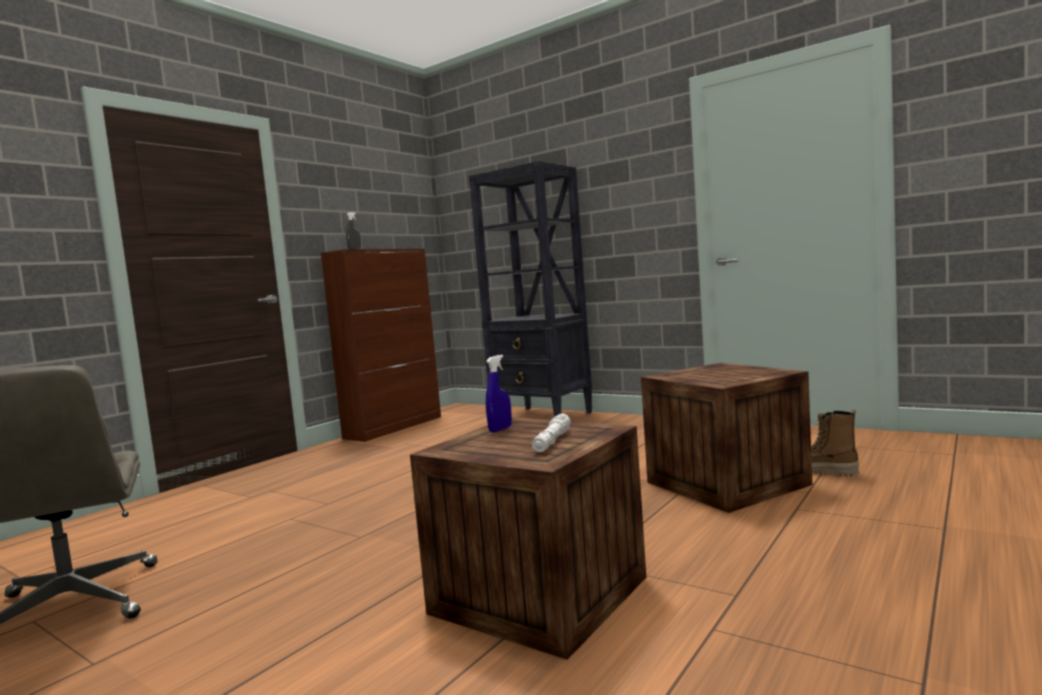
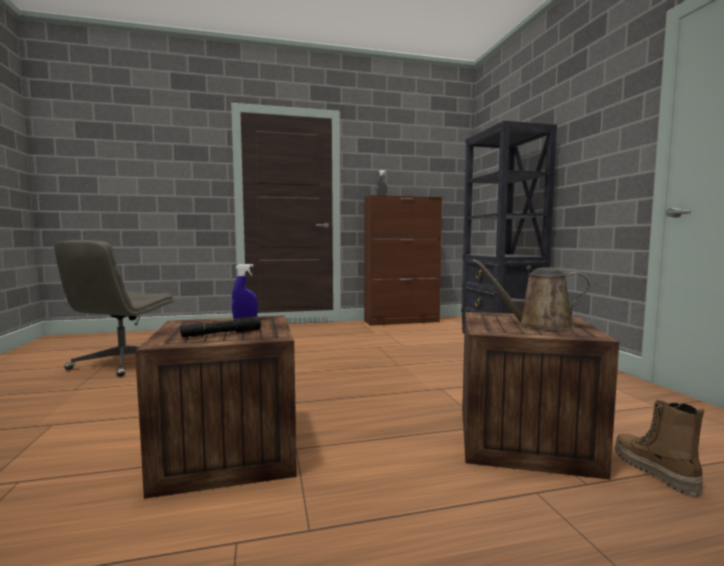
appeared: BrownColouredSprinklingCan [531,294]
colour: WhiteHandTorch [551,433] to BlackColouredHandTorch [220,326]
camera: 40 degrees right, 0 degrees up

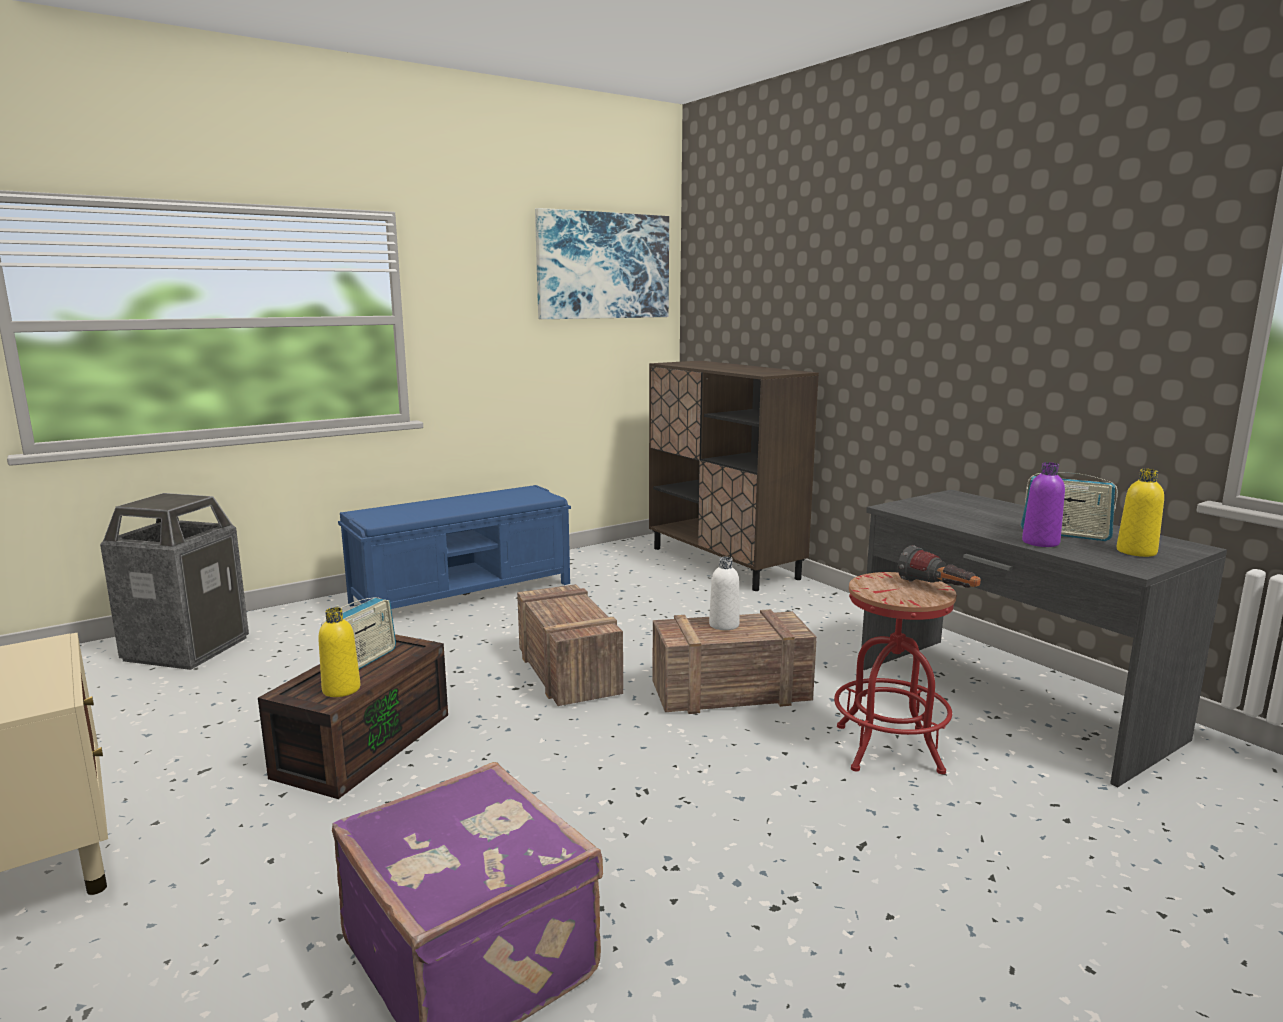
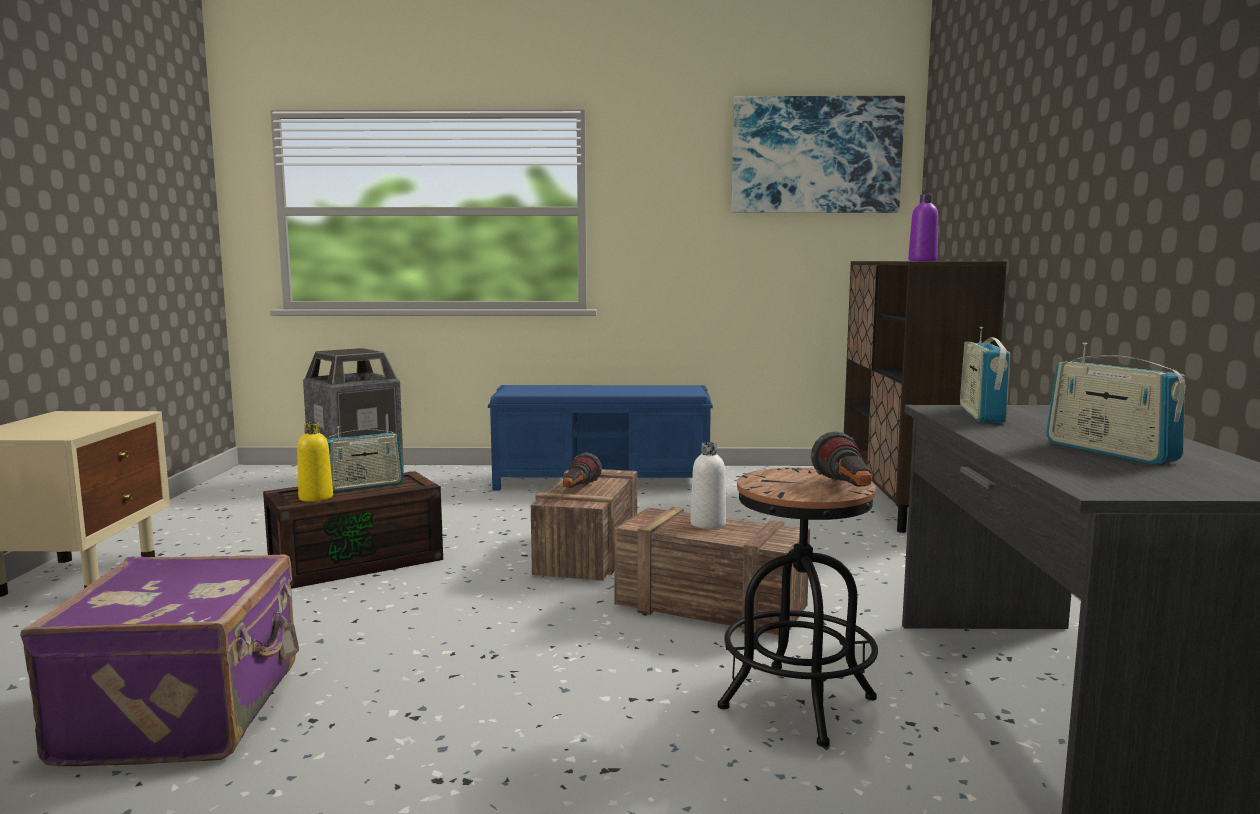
missing: YellowColouredBeverageBottle [1140,513]
appeared: HandTorch [582,470]; RadioReceiver [985,375]
relocated: PurpleBeverageBottle [1043,504] to [923,227]
colour: ReddishStoolSeat [895,673] to BlackColouredStoolSeat [798,607]
camera: 35 degrees right, 5 degrees down

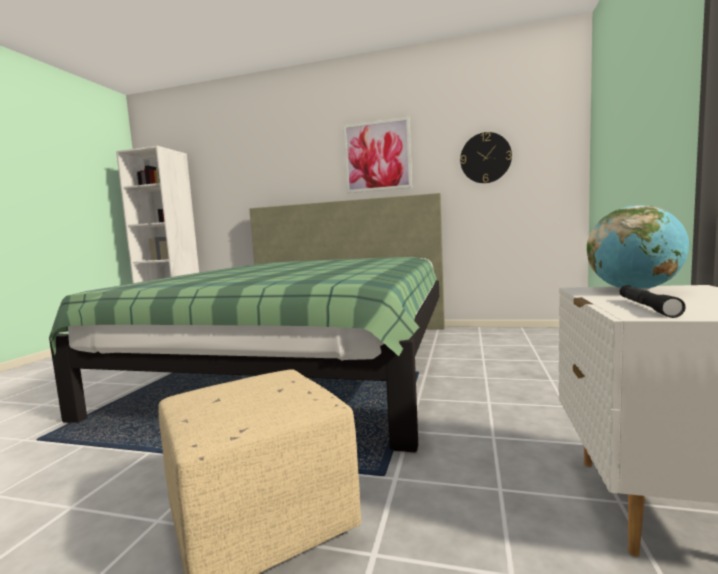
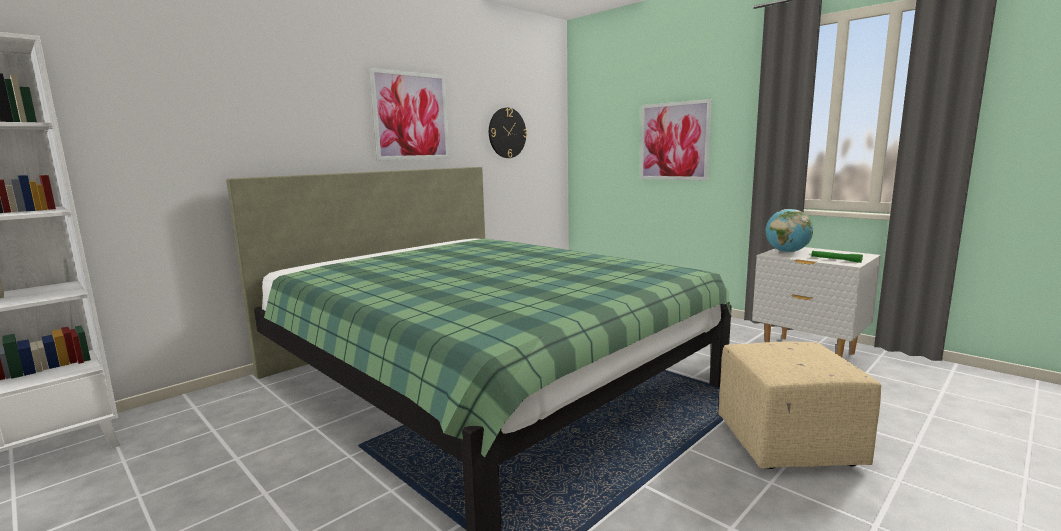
appeared: Picture [676,140]
colour: BlackColouredHandTorch [652,301] to GreenishHandTorch [837,257]
camera: 60 degrees left, 5 degrees up

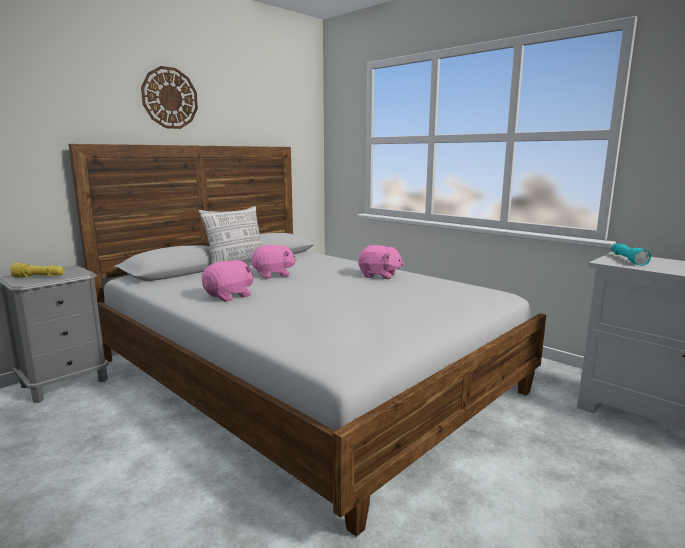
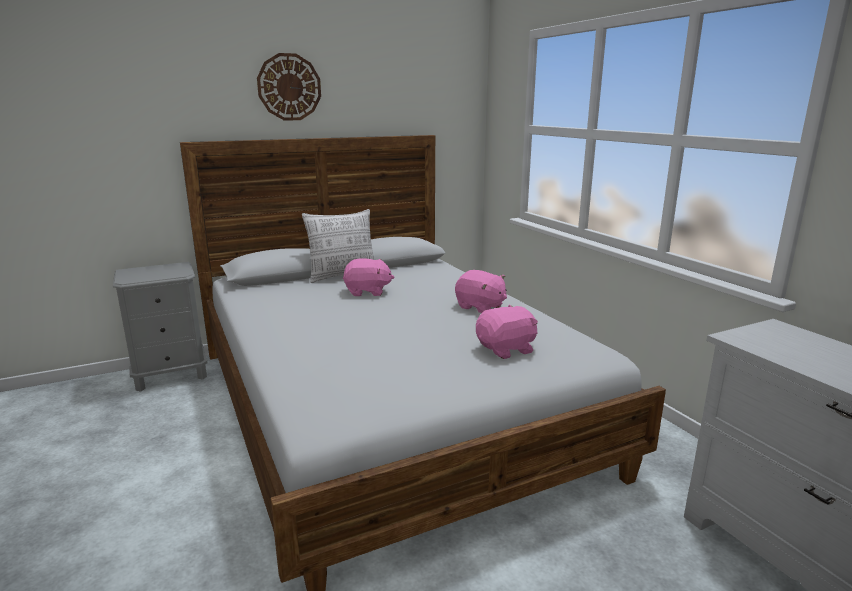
missing: YellowColouredHandTorch [37,270]; BlueGreenHandTorch [631,254]
relocated: PinkColouredPlushToy [227,281] to [507,332]
camera: 20 degrees right, 5 degrees up

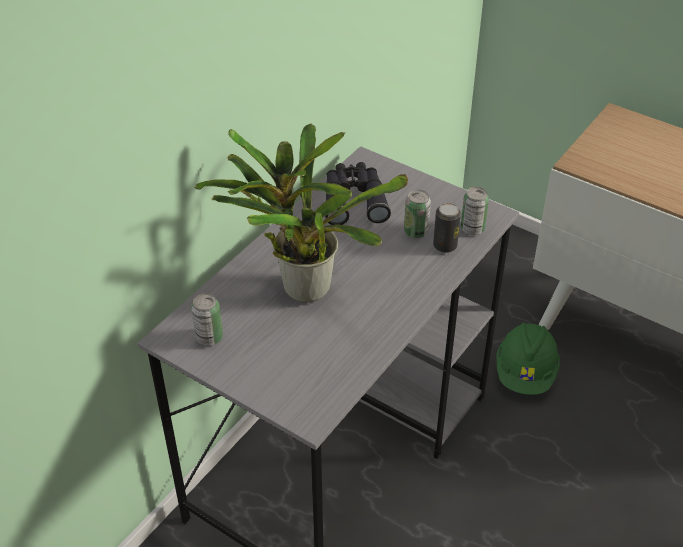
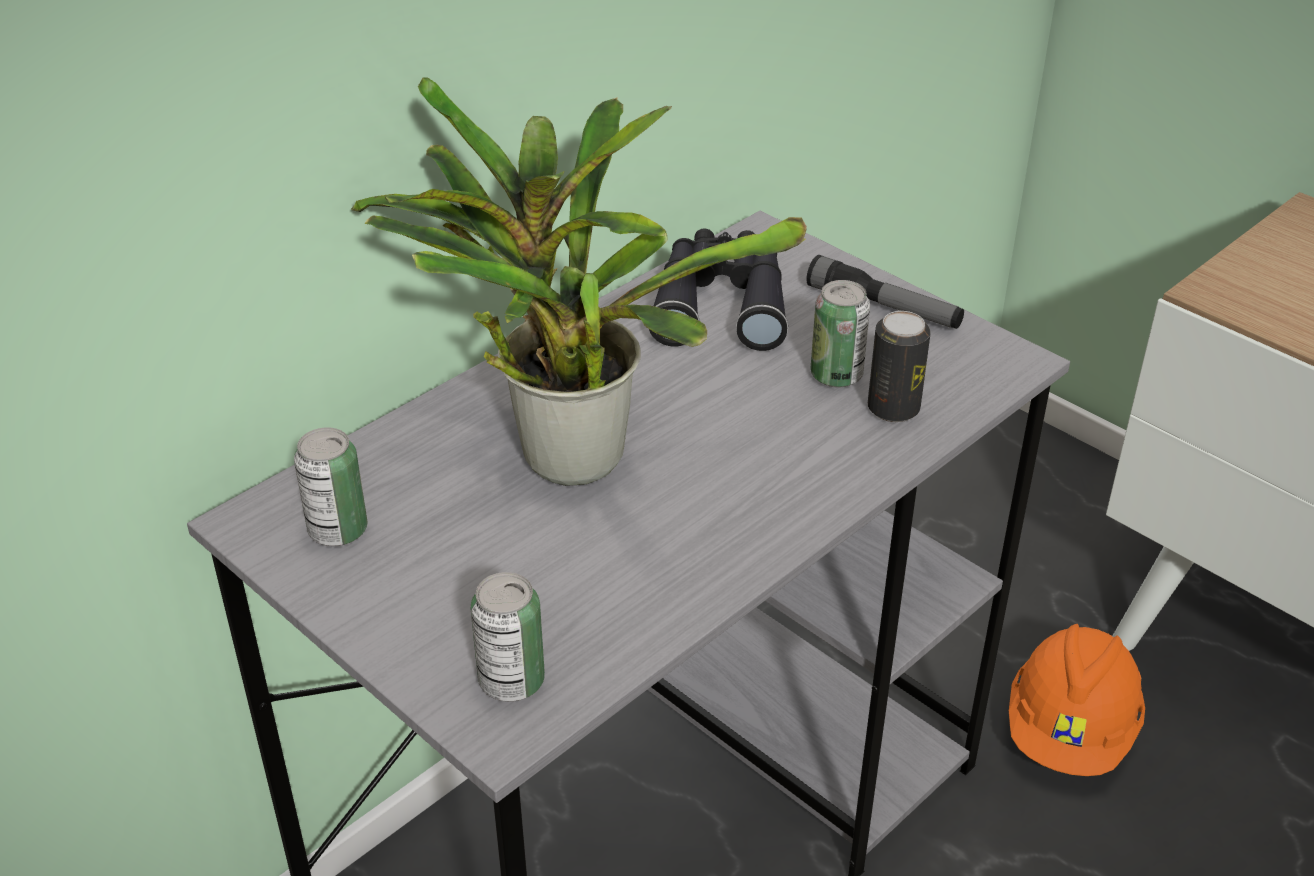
appeared: HandTorch [885,292]
relocated: SealedCan [475,211] to [508,637]
colour: GreenishHardHat [528,358] to OrangeColouredHardHat [1077,700]
camera: 10 degrees right, 5 degrees down

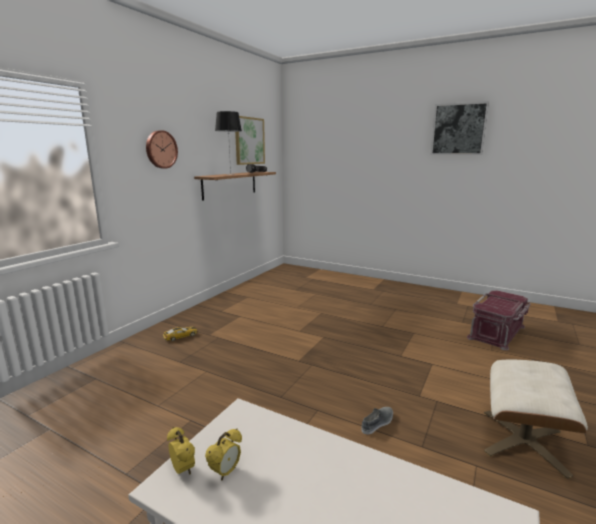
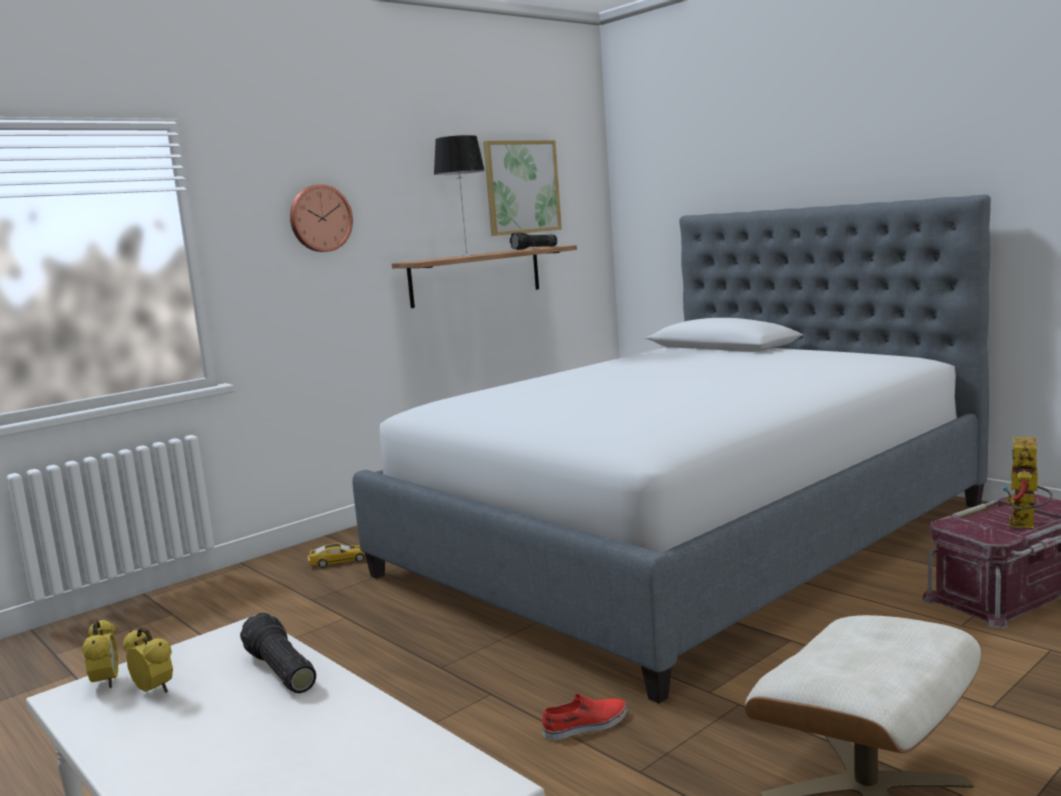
missing: Picture [459,128]
appeared: HandTorch [278,653]; Bed [671,449]; ModelRobot [1027,482]
colour: GreyItemOfFootwear [377,420] to ReddishItemOfFootwear [584,717]
spun: BedsideClock [223,454] = [148,660] 105 degrees counterclockwise
camera: 20 degrees right, 5 degrees down

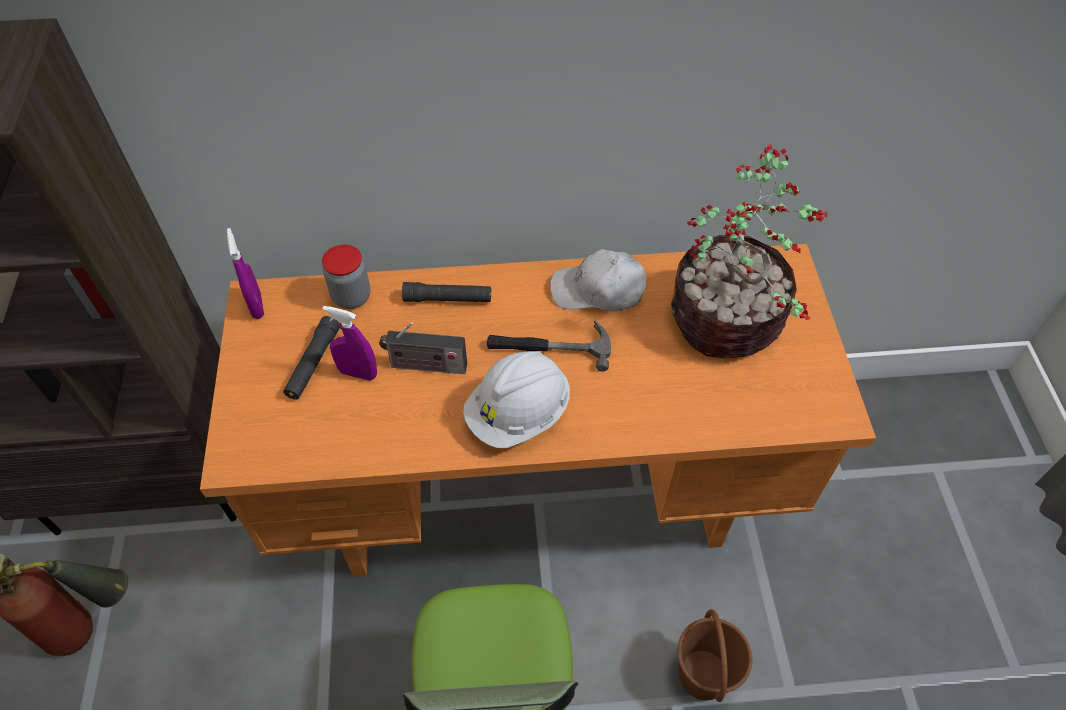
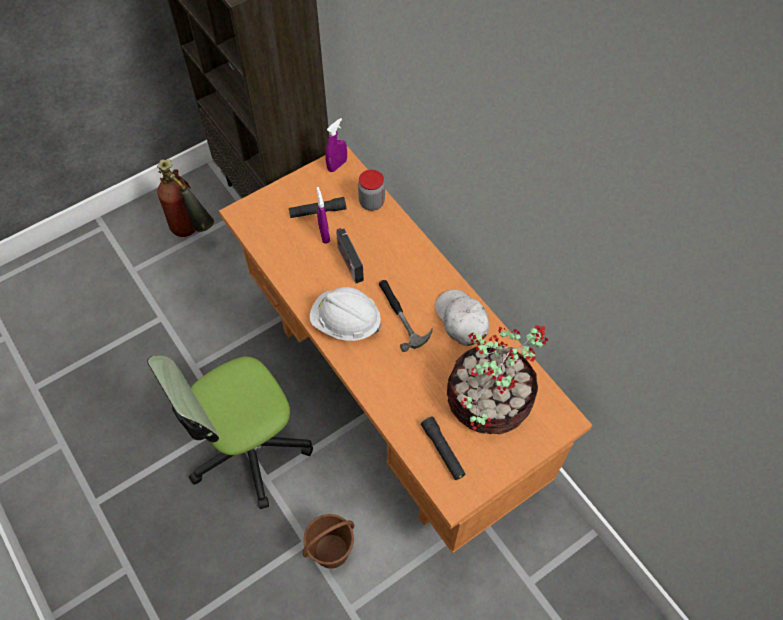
relocated: BlackColouredHandTorch [446,292] to [443,448]
camera: 60 degrees right, 5 degrees up

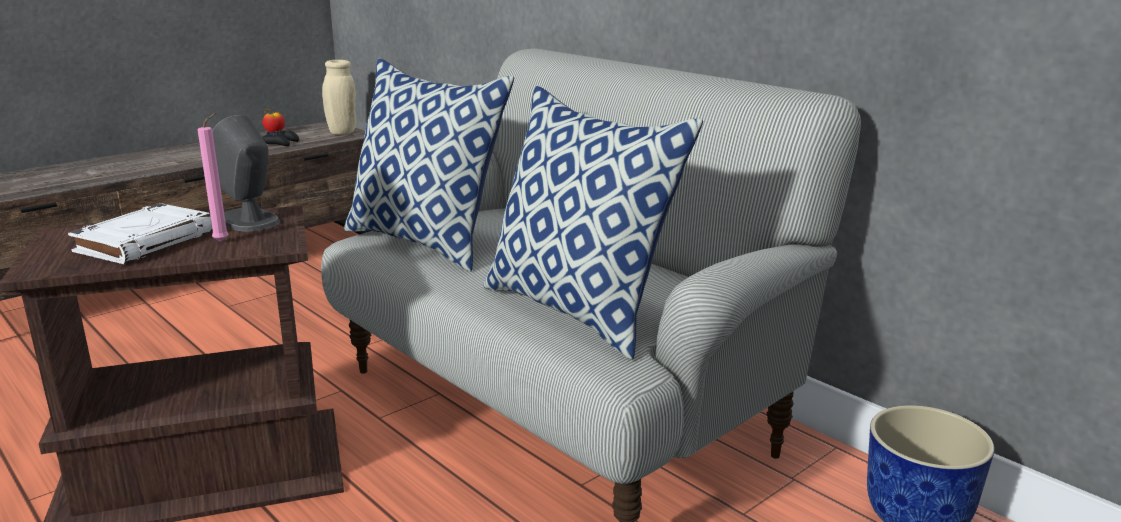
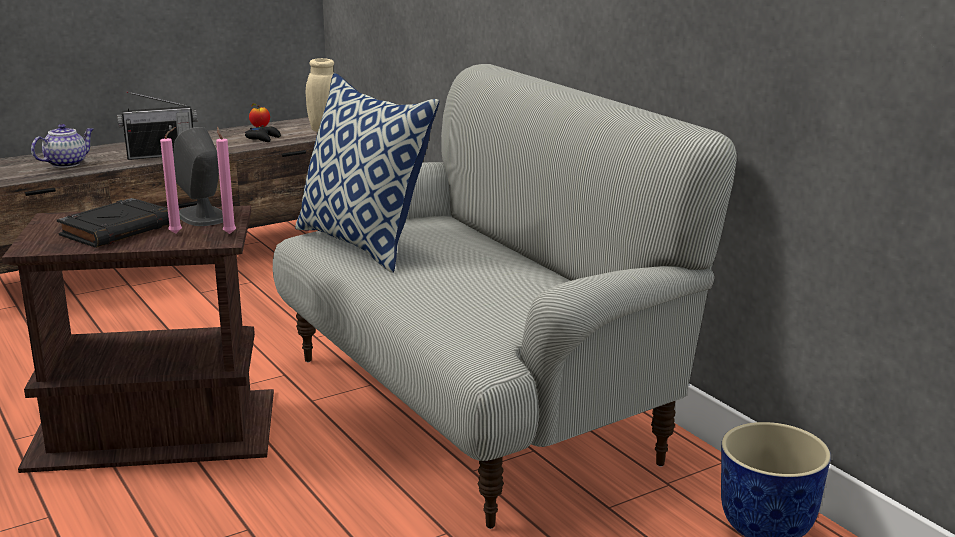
missing: Pillow [593,223]
appeared: PotForTea [62,146]; RadioReceiver [157,125]; PinkColouredWaxCandle [226,180]
colour: WhiteBoundBook [140,233] to BlackColouredBoundBook [113,223]
camera: 10 degrees right, 0 degrees up

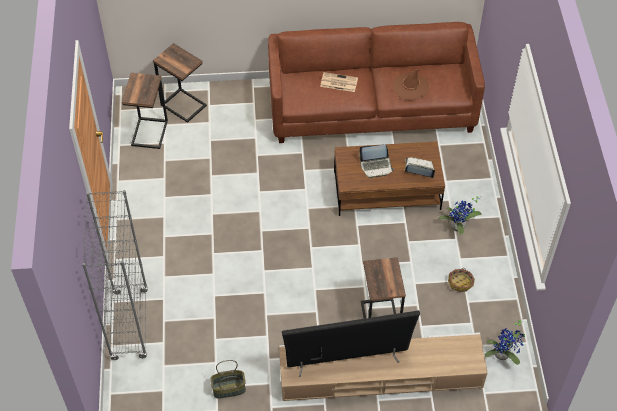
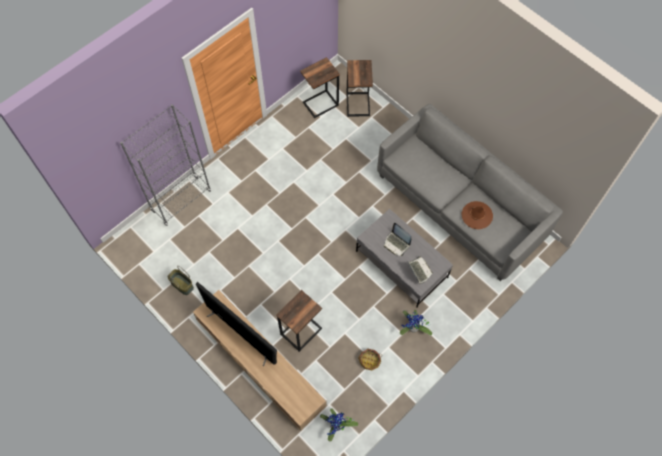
missing: Newspaper [339,82]
colour: BrownColouredSofa [376,82] to GreySofa [470,192]; BrownColouredLoungeTable [389,179] to GreyLoungeTable [404,258]
camera: 50 degrees right, 10 degrees up

